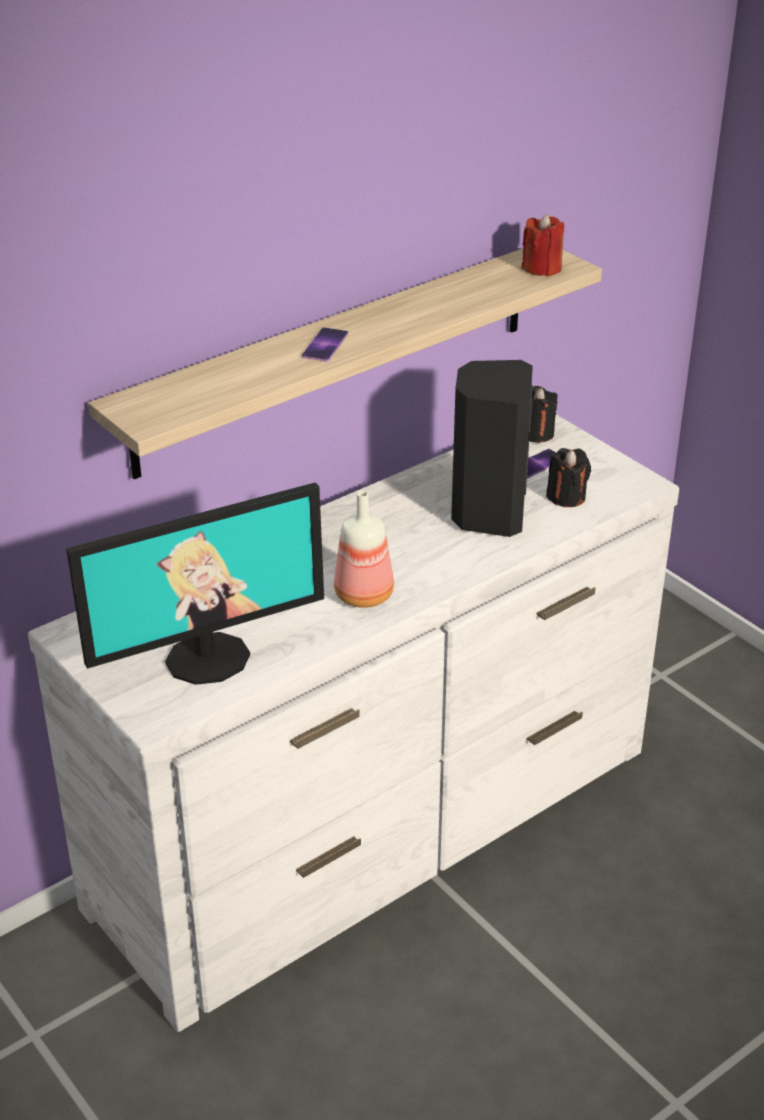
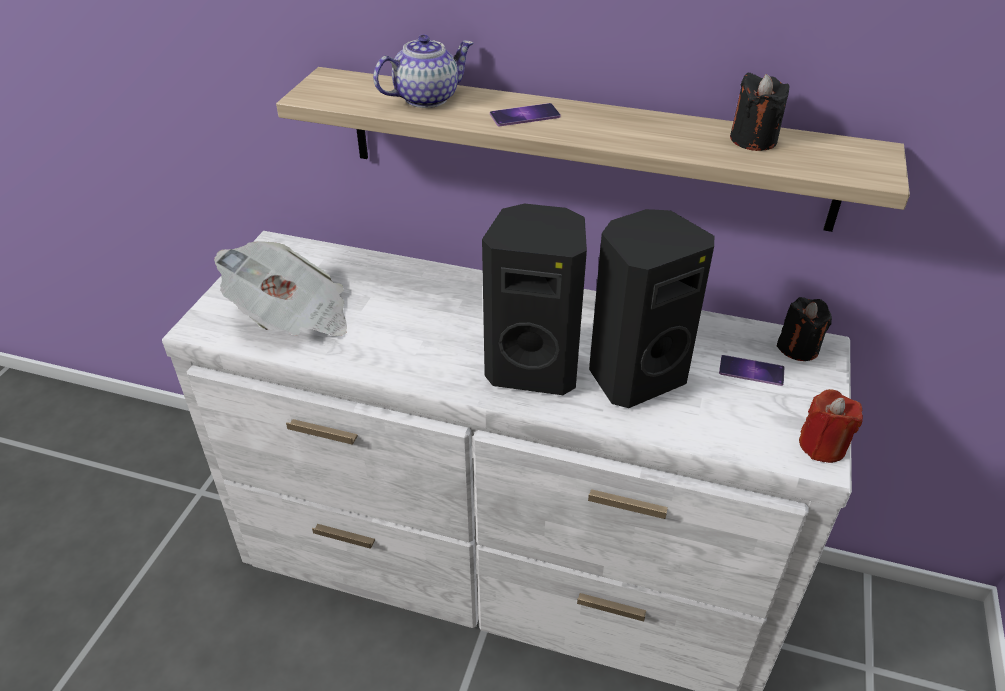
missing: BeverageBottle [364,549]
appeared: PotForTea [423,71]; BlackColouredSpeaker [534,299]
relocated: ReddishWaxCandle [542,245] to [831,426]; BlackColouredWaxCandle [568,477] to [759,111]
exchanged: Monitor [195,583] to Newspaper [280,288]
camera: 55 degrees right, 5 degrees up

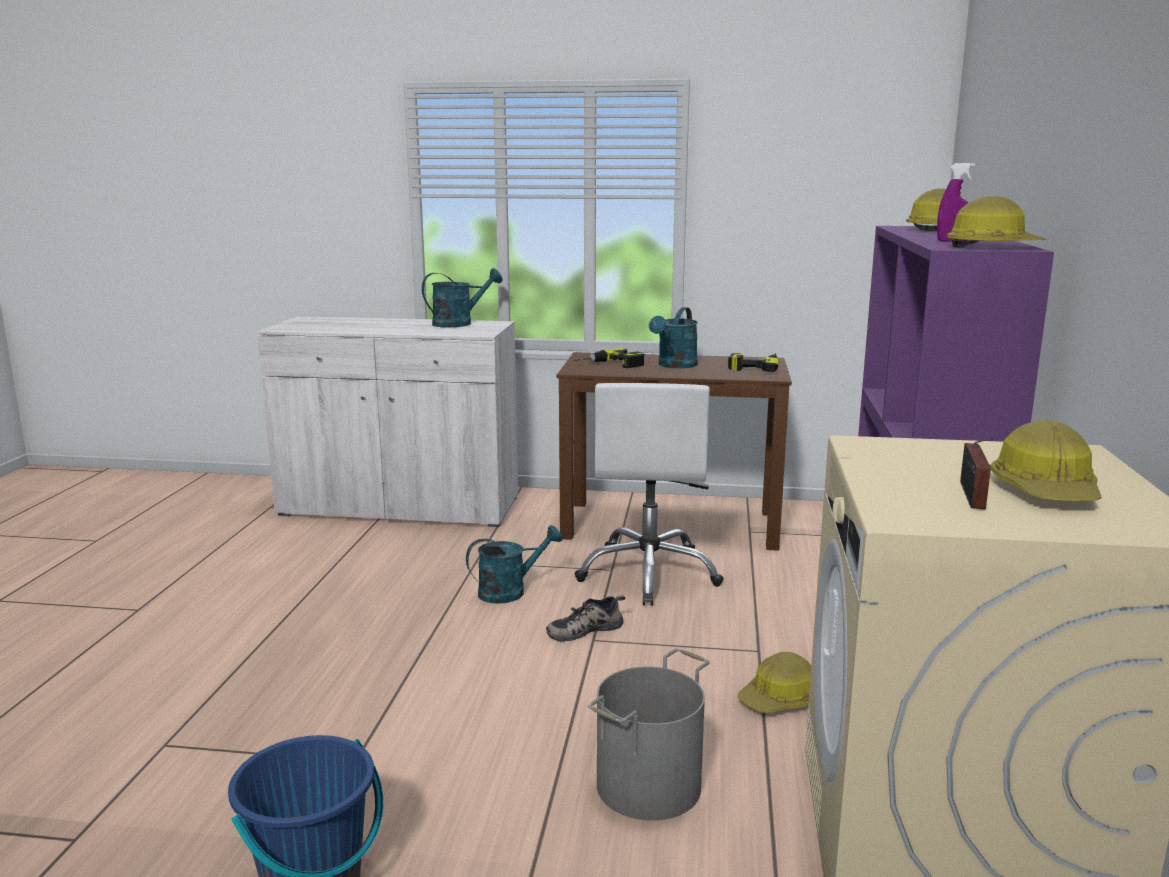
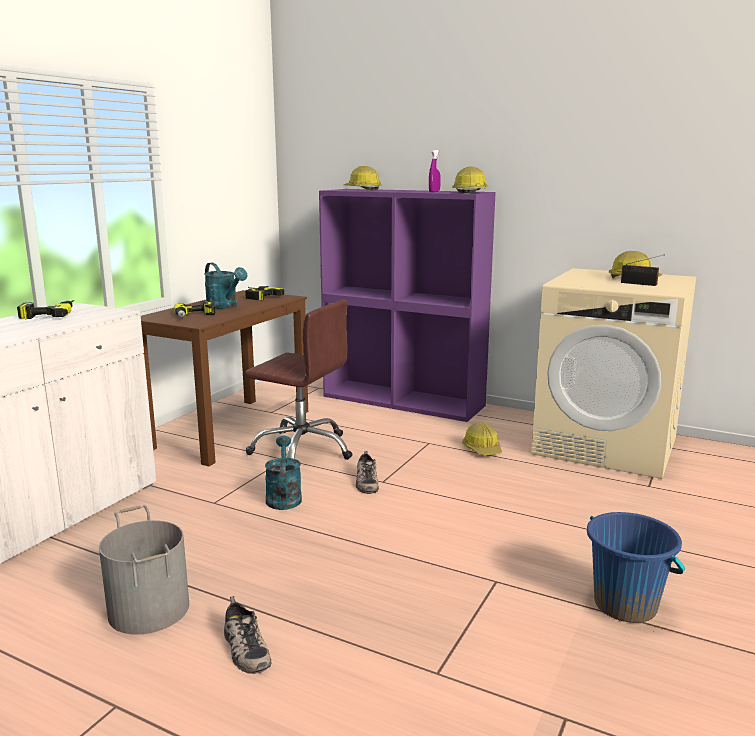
appeared: ItemOfFootwear [247,635]
relocated: GreyWaterBucket [649,734] to [144,570]
exchanged: BlueGreenSprinklingCan [462,298] to Drill [45,309]
colour: WhiteOfficeChair [649,494] to BrownColouredOfficeChair [299,380]
camera: 70 degrees left, 0 degrees up

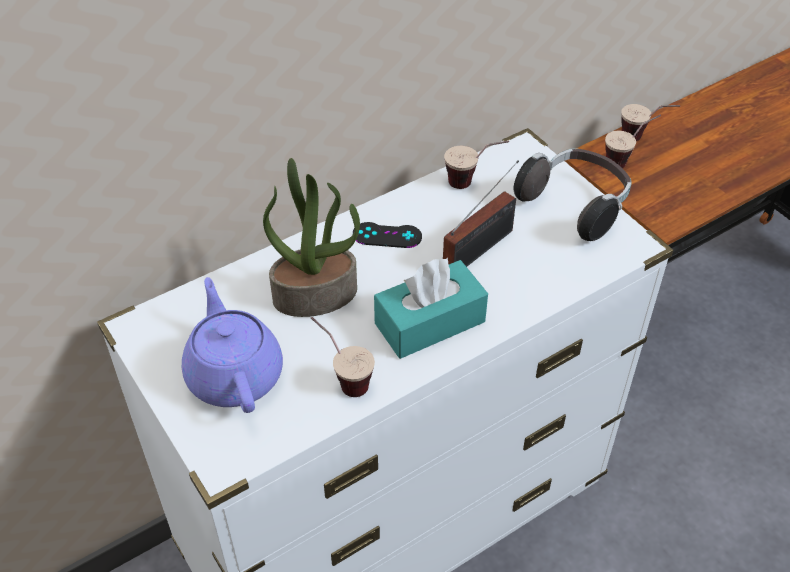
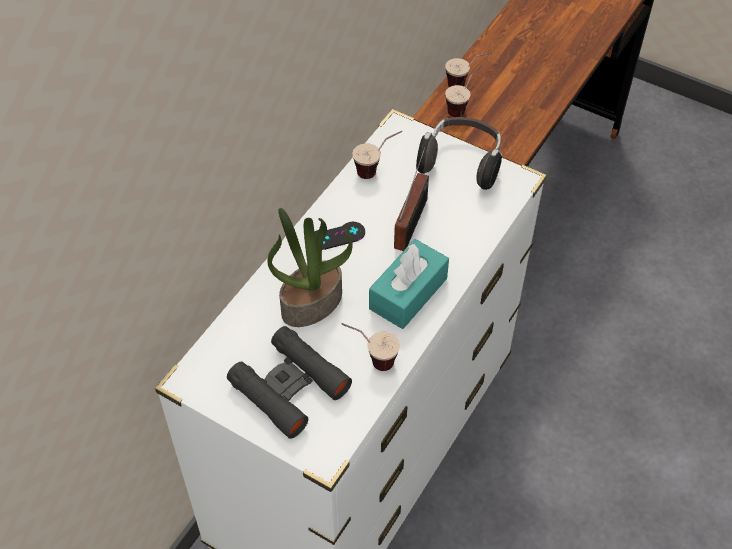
exchanged: PurplePotForTea [232,345] to BlackColouredPairOfBinoculars [289,382]
camera: 25 degrees left, 5 degrees up

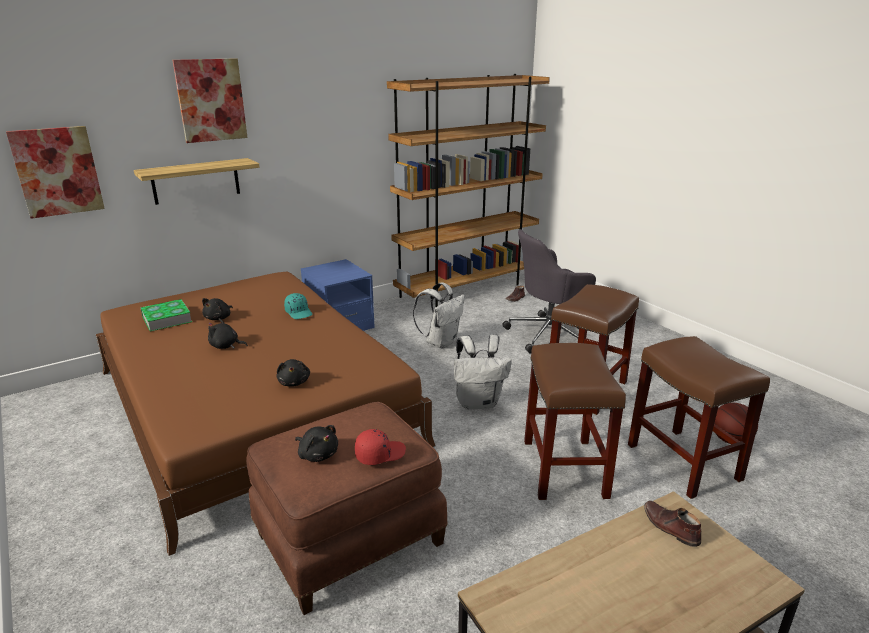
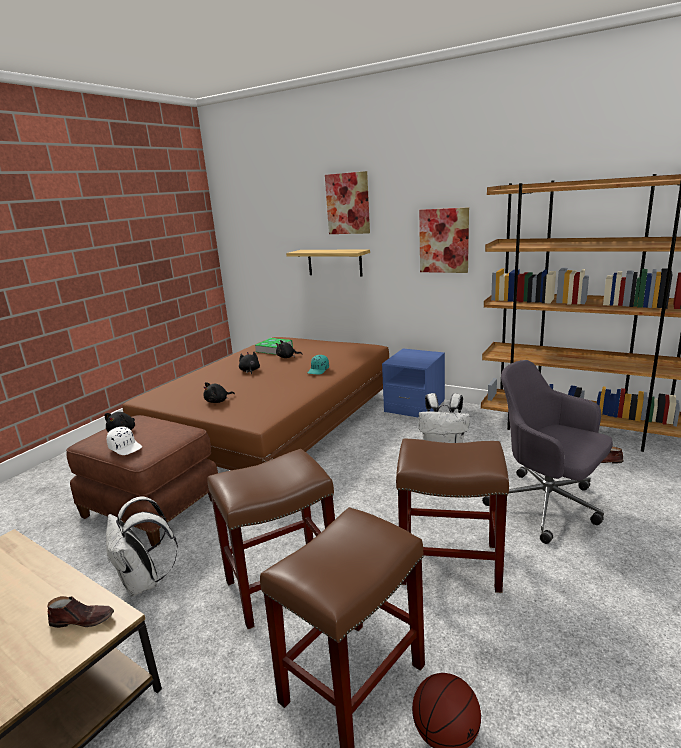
relocated: Picture [55,172] to [444,240]; WhiteBackpack [483,372] to [142,546]
colour: ReddishPeakedCap [380,447] to WhitePeakedCap [124,441]
spun: BrownColouredItemOfFootwear [672,524] = [80,612] 60 degrees clockwise
camera: 65 degrees right, 5 degrees down

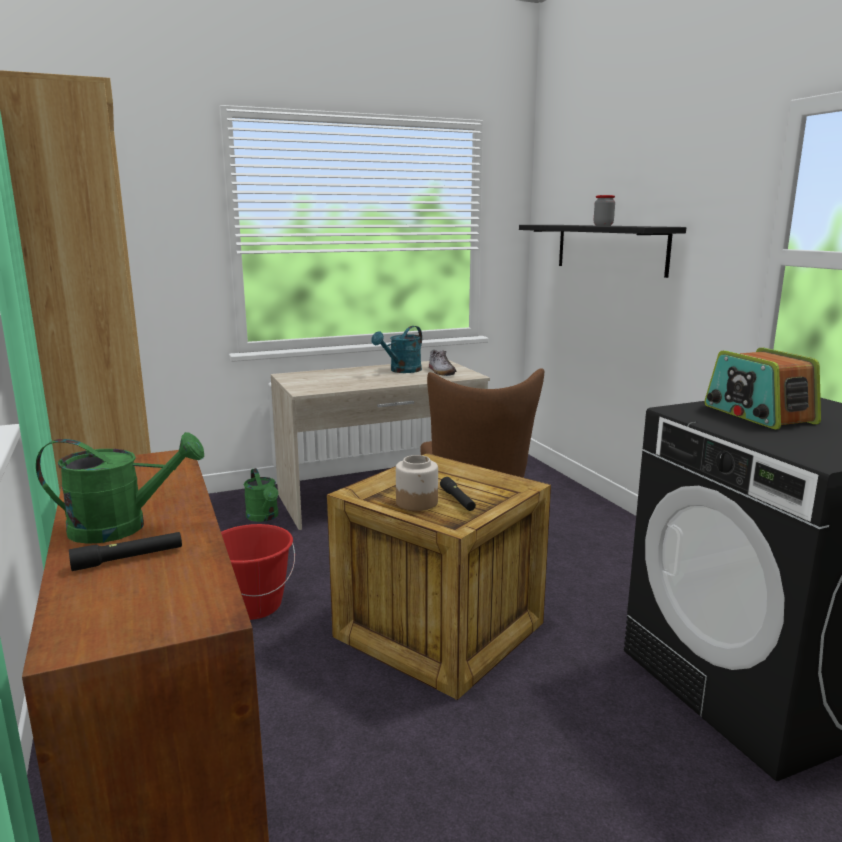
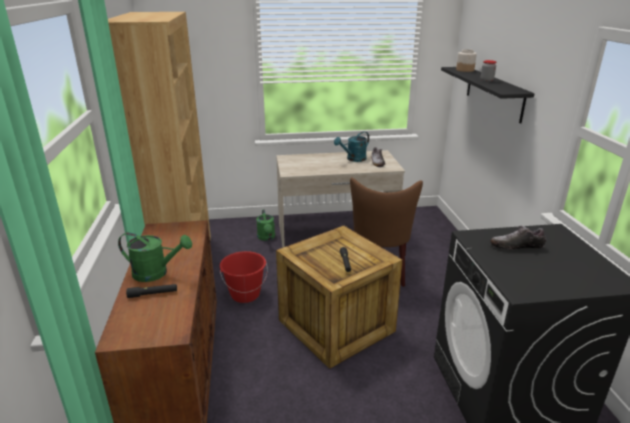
relocated: Jar [417,483] to [466,60]
exchanged: RadioReceiver [762,388] to ItemOfFootwear [518,237]
camera: 15 degrees right, 10 degrees up

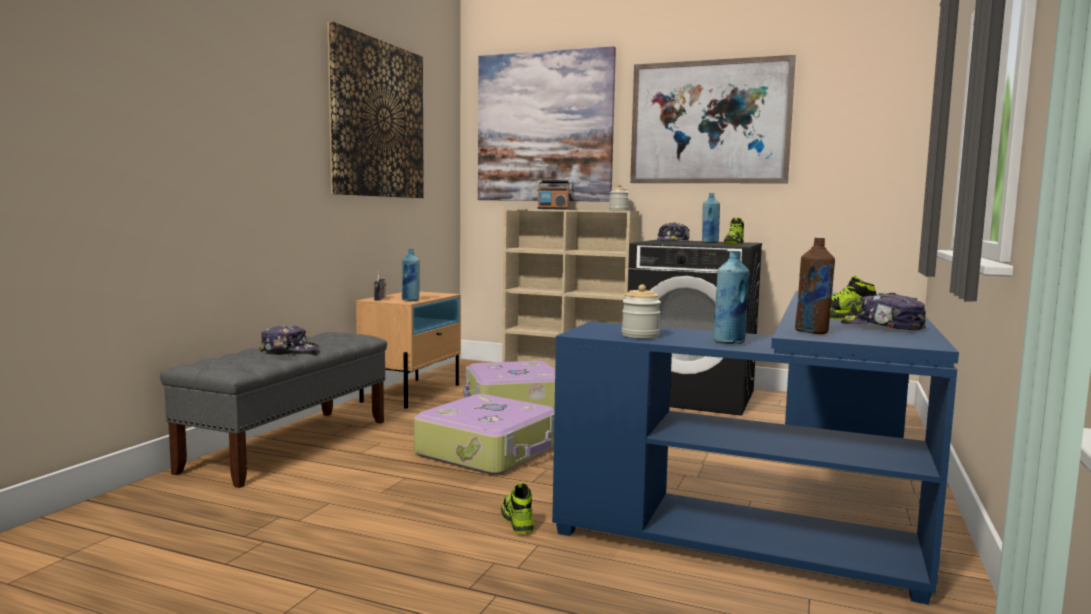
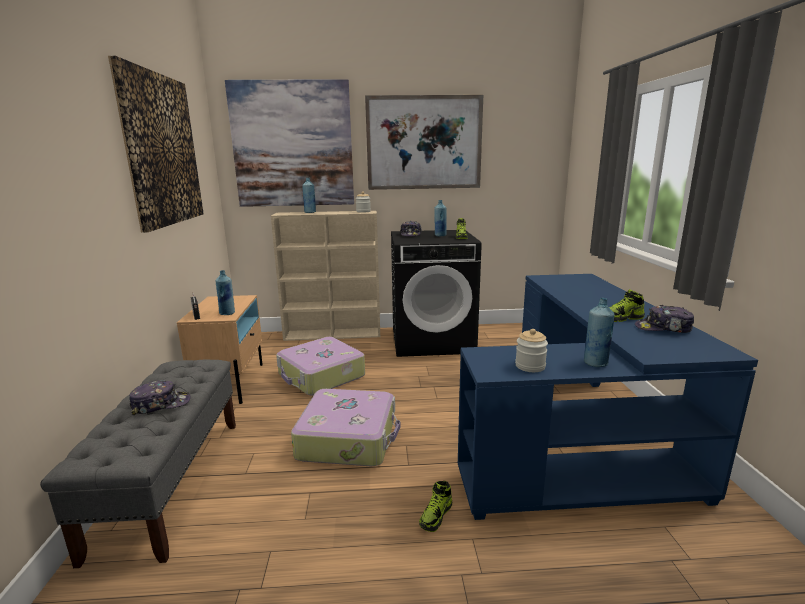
missing: BrownColouredBeverageBottle [815,286]
exchanged: RadioReceiver [554,195] to BlueColouredBeverageBottle [309,195]
spun: ItemOfFootwear [517,508] = [435,506] 105 degrees counterclockwise
camera: 25 degrees left, 10 degrees up

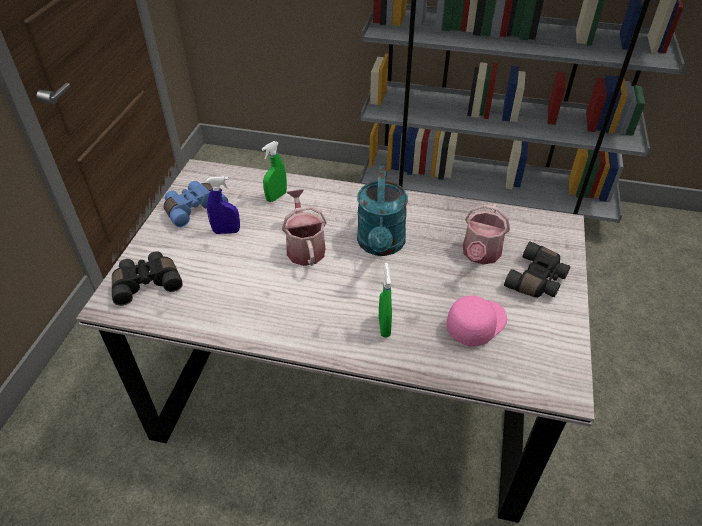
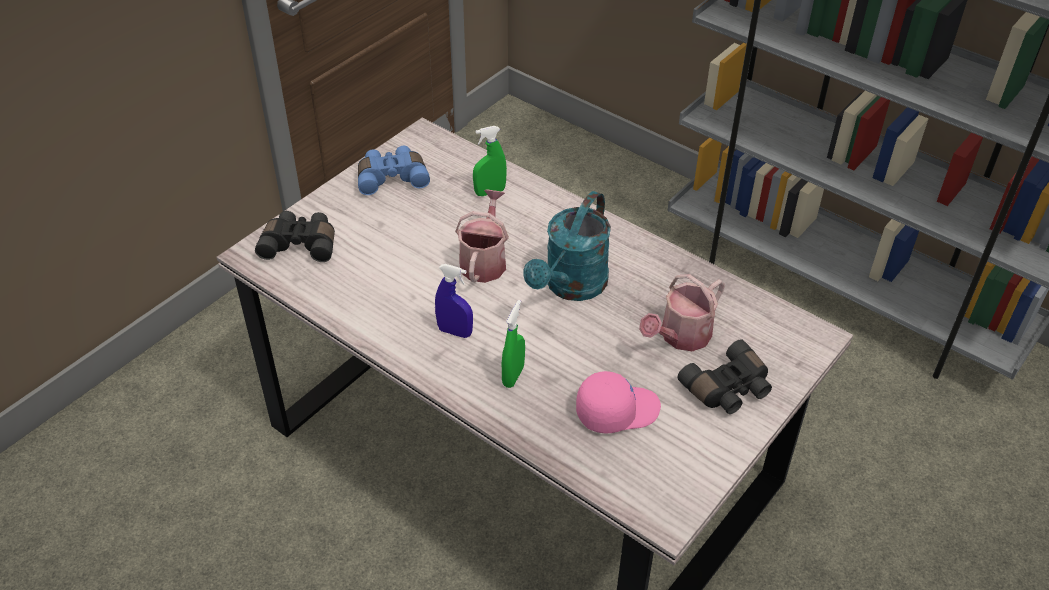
relocated: BlueColouredHandSprayer [223,205] to [454,301]
camera: 25 degrees right, 0 degrees up

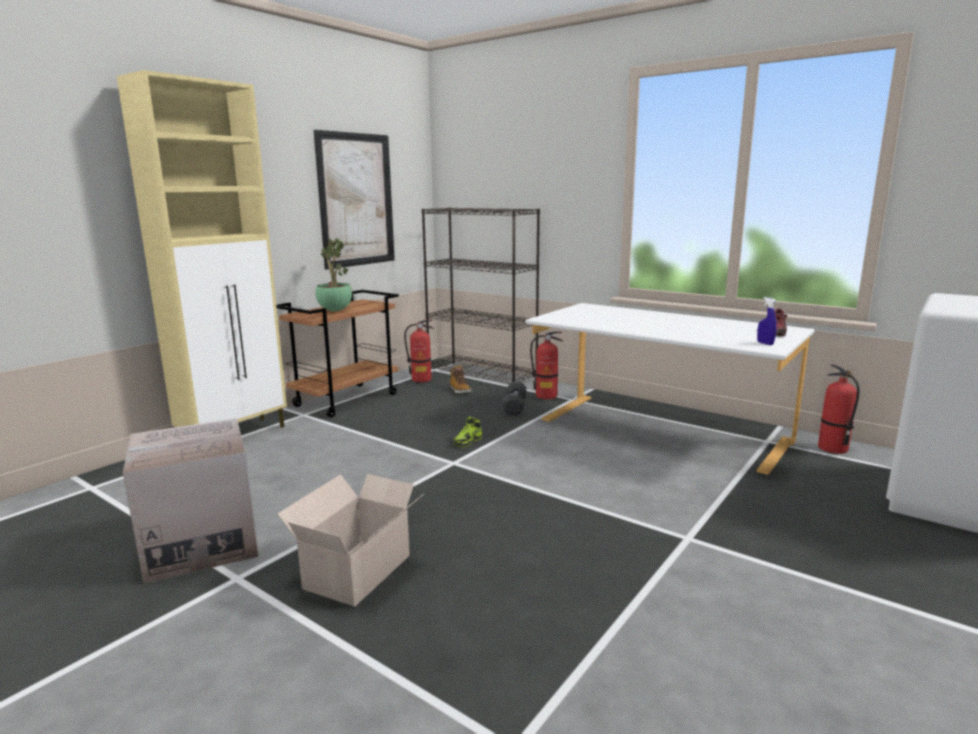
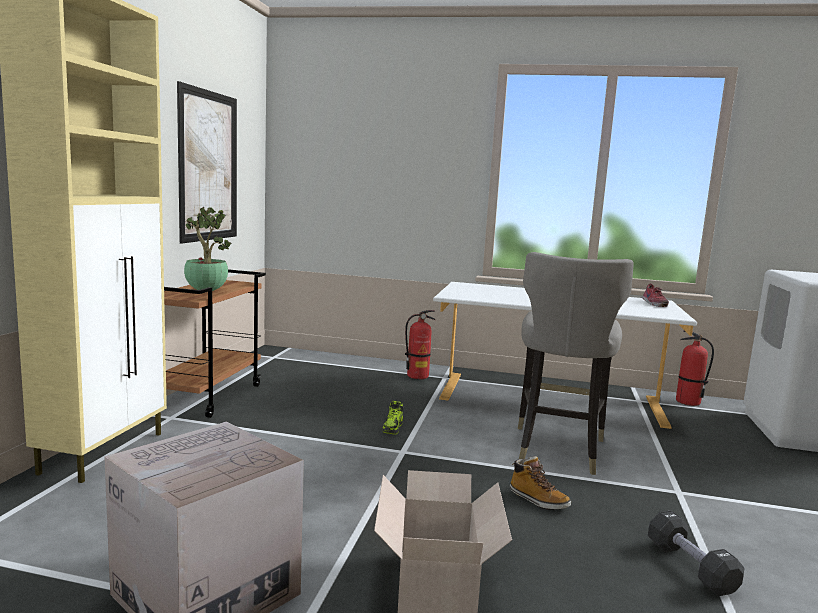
missing: FireExtinguisher [419,351]; BlackColouredBookshelf [481,295]; BlueColouredHandSprayer [767,321]
appeared: GreyStoolSeat [576,363]
relocated: Boot [461,379] to [540,483]; BlackColouredDumbbell [514,398] to [696,553]
camera: 25 degrees left, 5 degrees down

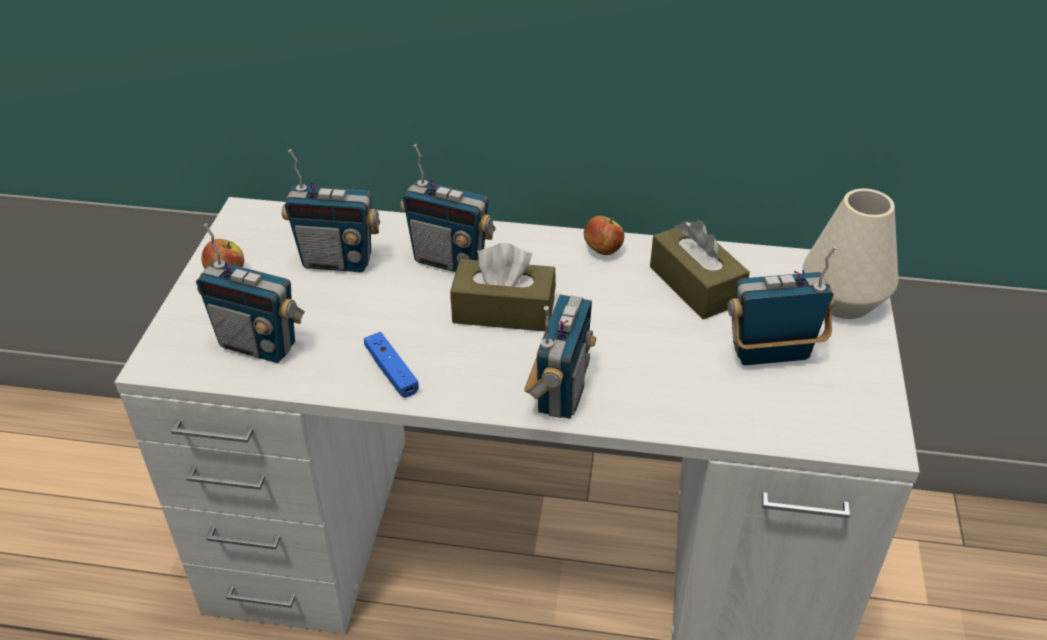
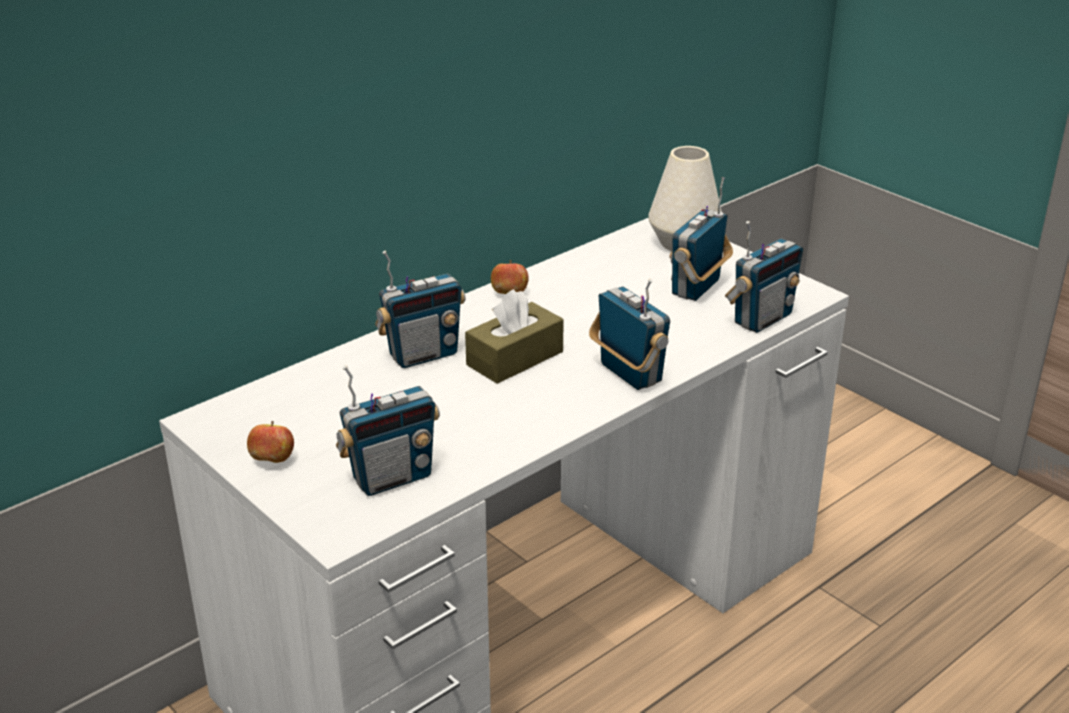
missing: BlueColouredJoypad [391,365]; BrownColouredTissueHolder [700,270]
relocated: RadioReceiver [331,210] to [764,277]
camera: 50 degrees left, 10 degrees down

